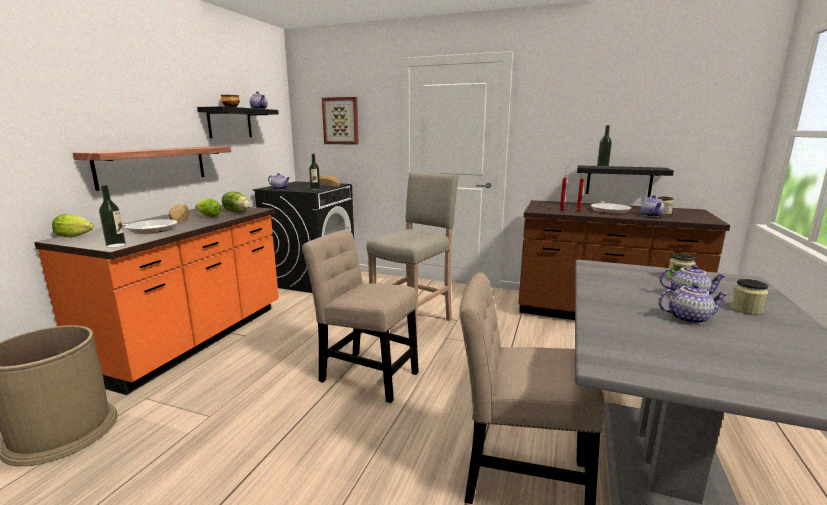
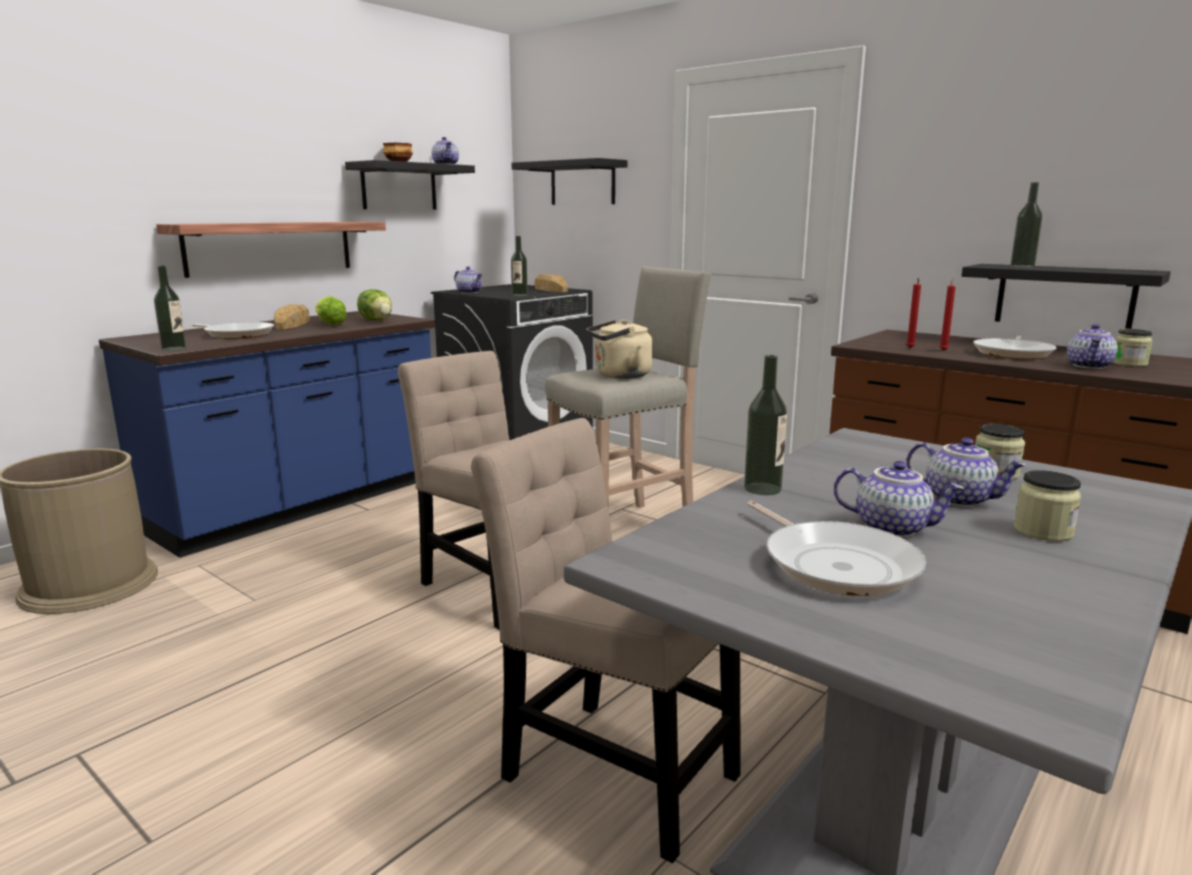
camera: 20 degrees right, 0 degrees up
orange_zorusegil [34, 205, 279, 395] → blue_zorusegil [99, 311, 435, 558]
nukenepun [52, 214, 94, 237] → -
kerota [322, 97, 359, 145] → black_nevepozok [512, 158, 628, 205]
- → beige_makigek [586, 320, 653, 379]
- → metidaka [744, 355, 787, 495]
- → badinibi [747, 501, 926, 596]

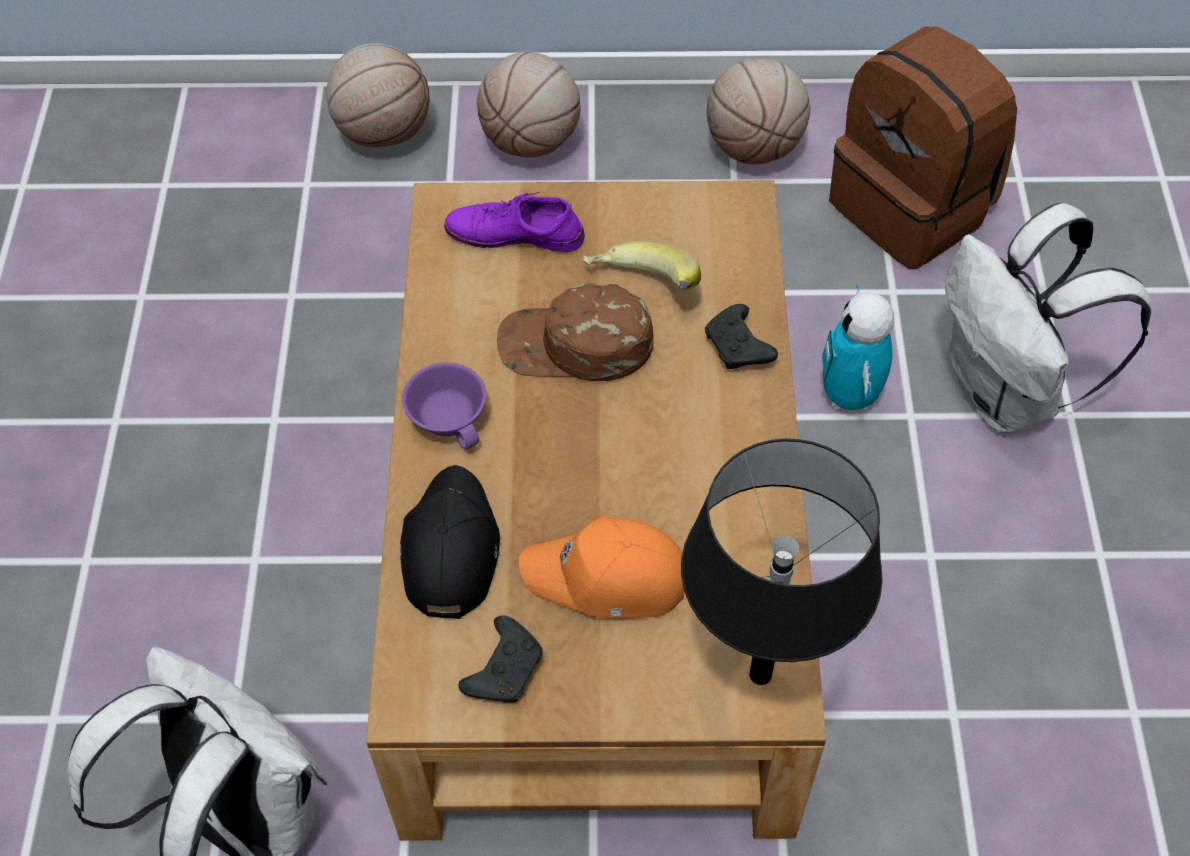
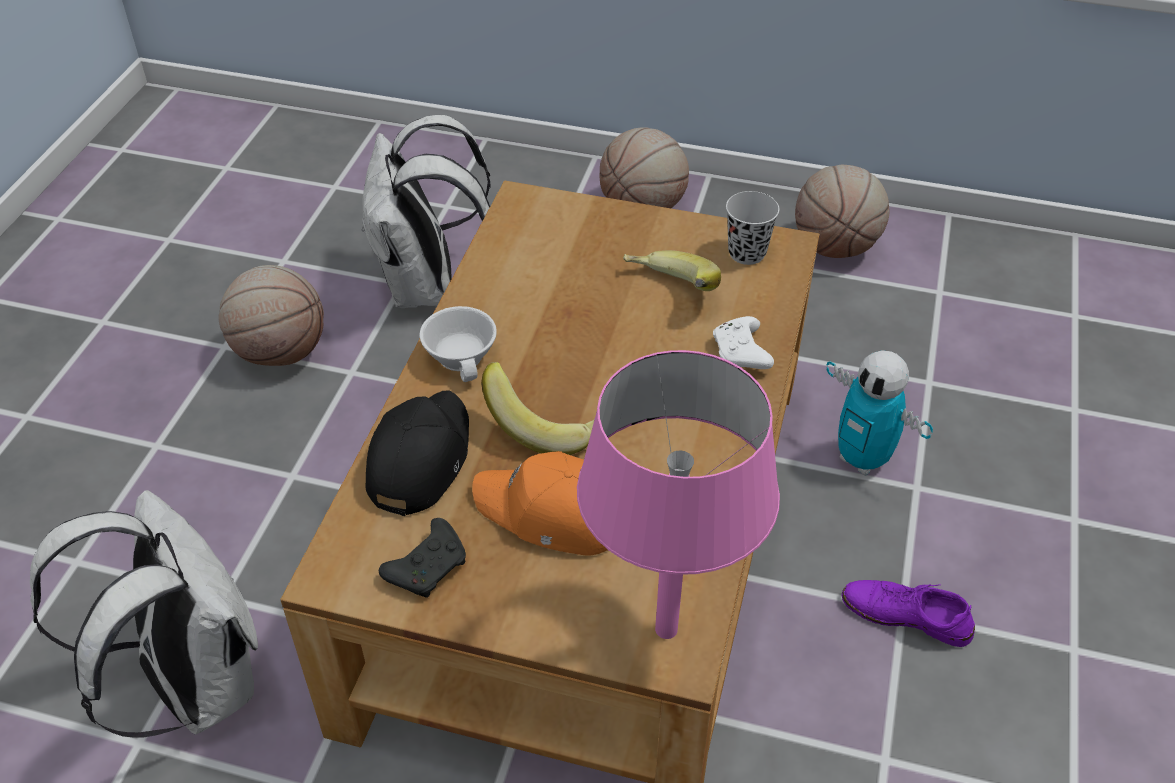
camera: 15 degrees right, 10 degrees down
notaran [326, 43, 430, 147] → notaran [218, 265, 324, 366], shifted
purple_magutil [402, 362, 486, 450] → white_magutil [420, 306, 497, 382]
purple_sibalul [444, 192, 585, 252] → purple_sibalul [842, 580, 975, 647], shifted
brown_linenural [497, 283, 654, 381] → -
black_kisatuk [681, 438, 883, 685] → pink_kisatuk [577, 350, 780, 639]
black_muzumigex [705, 304, 778, 369] → white_muzumigex [713, 316, 774, 369]
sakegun [822, 284, 894, 411] → sakegun [826, 350, 933, 476], 60 degrees counterclockwise
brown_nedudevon [829, 27, 1017, 269] → -
white_nedudevon [945, 203, 1152, 433] → white_nedudevon [361, 115, 491, 308], shifted
- → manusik [481, 362, 595, 455]
- → black_magutil [726, 191, 780, 265]

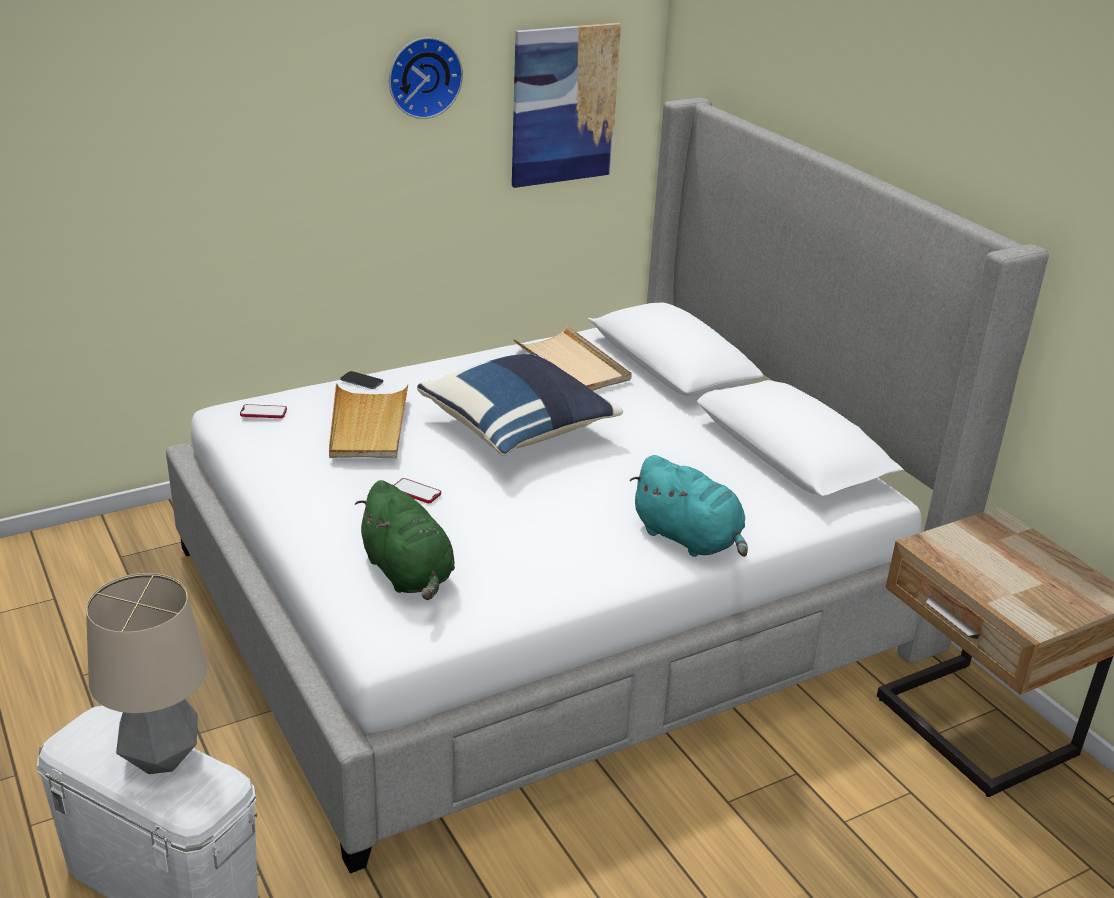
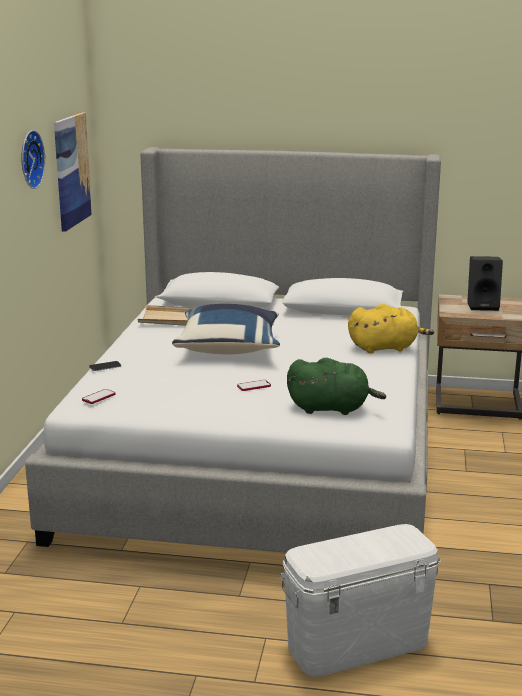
camera: 50 degrees left, 10 degrees down
kisatuk [86, 573, 207, 774] → -
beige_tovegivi [329, 383, 408, 458] → -
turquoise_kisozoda [630, 455, 748, 557] → yellow_kisozoda [348, 304, 434, 353]
- → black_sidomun [467, 256, 503, 311]

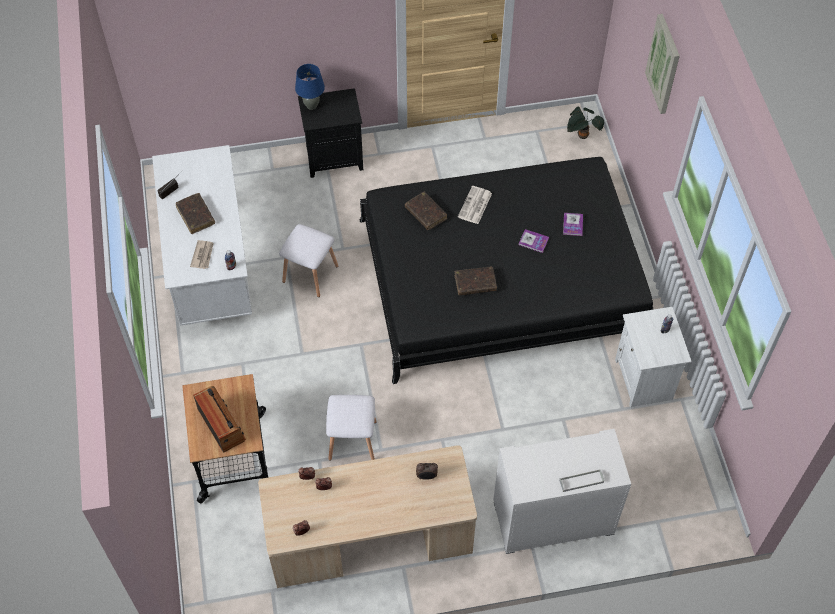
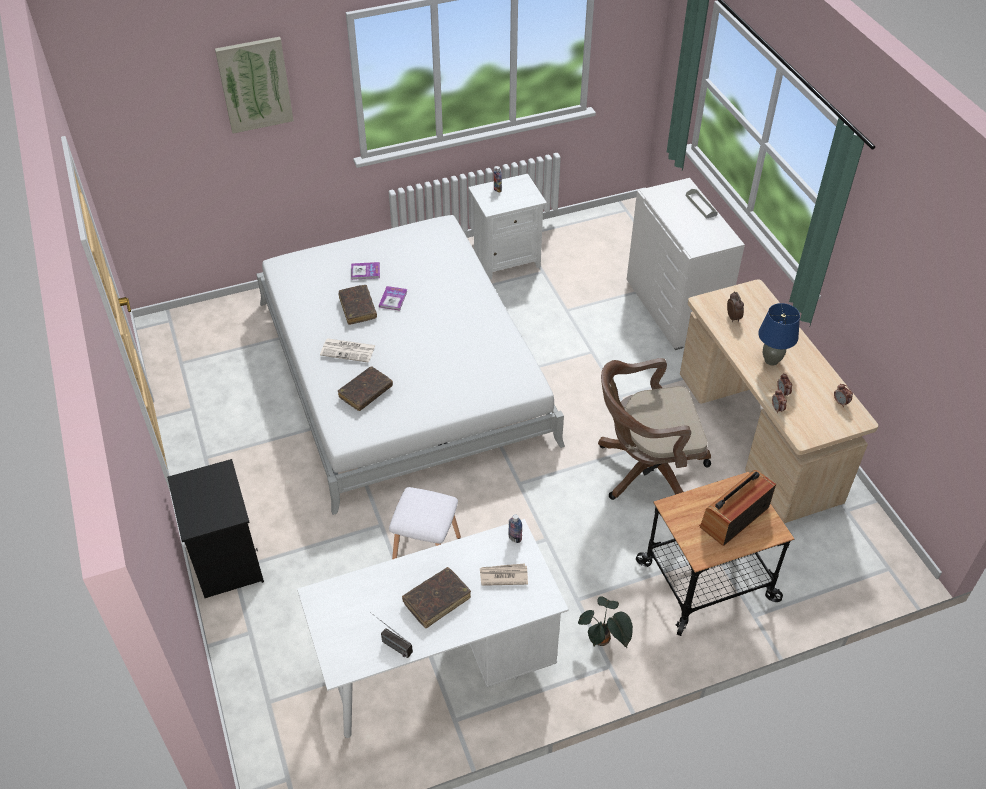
camera: 100 degrees left, 10 degrees down
blue_kisatuk [295, 64, 325, 110] → blue_kisatuk [758, 303, 800, 366], shifted
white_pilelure [326, 395, 377, 461] → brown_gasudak [598, 358, 711, 500]
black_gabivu [360, 157, 654, 384] → white_gabivu [256, 215, 565, 515]
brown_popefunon [455, 267, 497, 295] → brown_popefunon [339, 285, 377, 325], shifted
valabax [567, 106, 604, 139] → valabax [578, 596, 633, 648], shifted

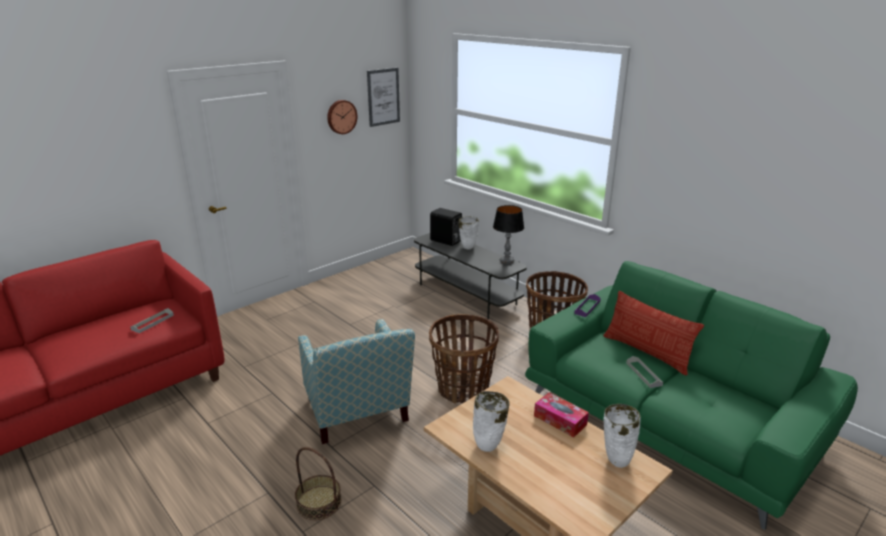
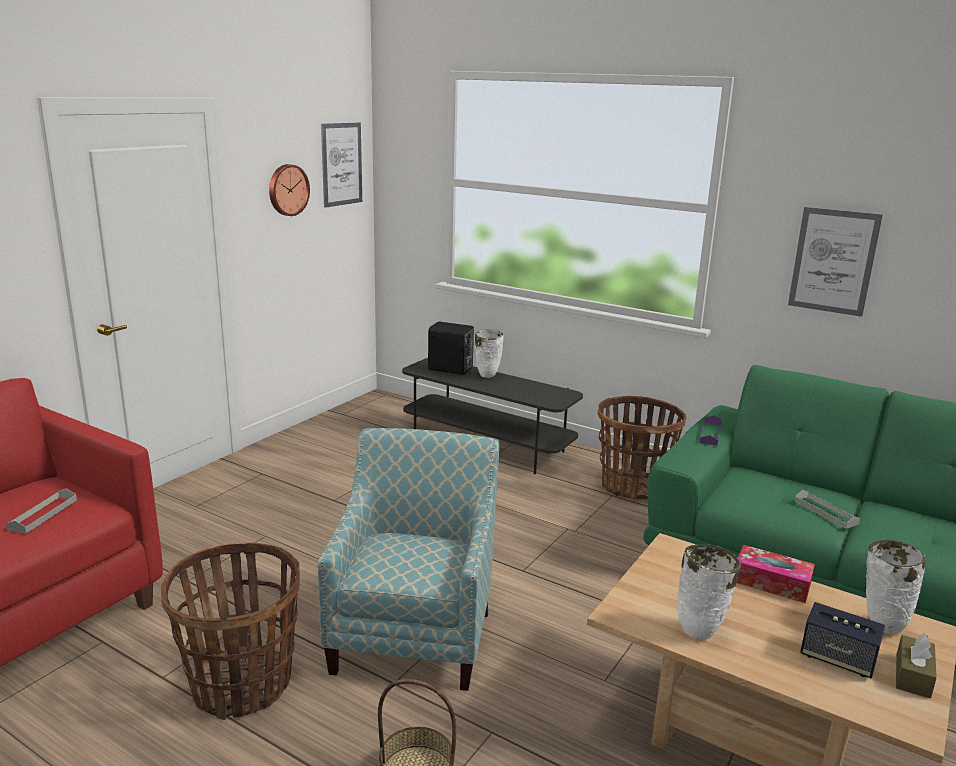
camera: 15 degrees left, 5 degrees down
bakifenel [298, 319, 415, 444] → bakifenel [318, 428, 499, 691], 135 degrees counterclockwise
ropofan [429, 314, 499, 404] → ropofan [161, 543, 300, 720], shifted
kisatuk [493, 205, 524, 264] → -
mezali [603, 291, 704, 376] → -
- → kerota [788, 207, 883, 317]
- → sidomun [800, 602, 885, 678]
- → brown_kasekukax [896, 633, 937, 698]

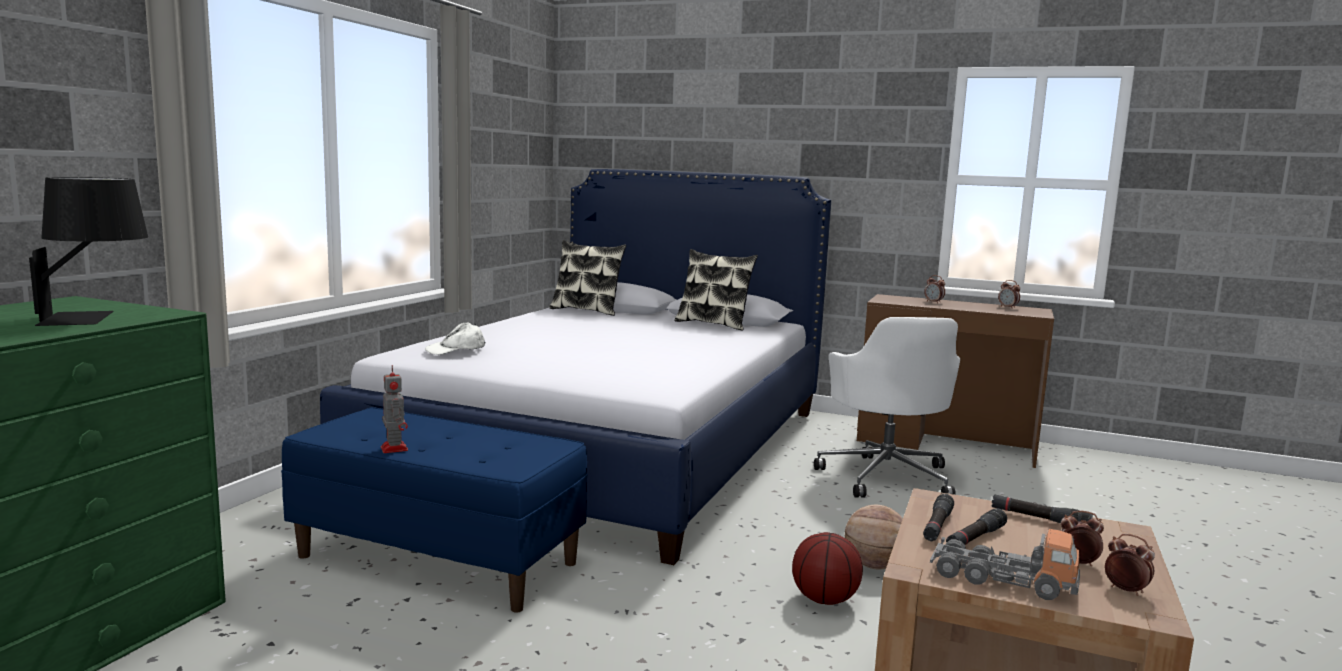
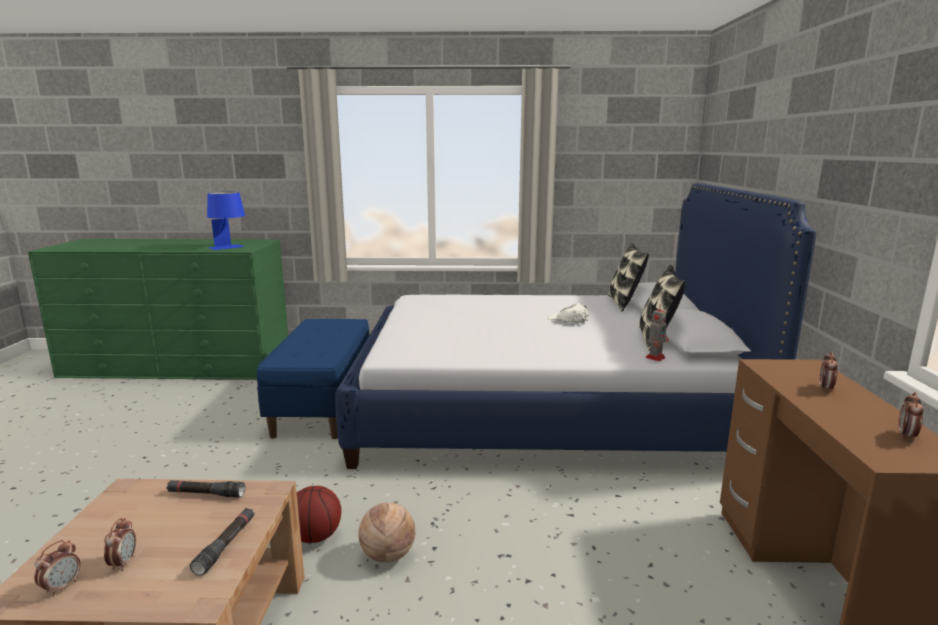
camera: 70 degrees right, 5 degrees up
black_kisatuk [29, 177, 148, 326] → blue_kisatuk [207, 192, 245, 250]
sakegun [381, 365, 408, 453] → sakegun [645, 304, 669, 361], shifted
white_linenural [425, 323, 485, 355] → white_linenural [547, 303, 589, 323], shifted
white_gasudak [814, 317, 960, 498] → -
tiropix [930, 529, 1080, 600] → -
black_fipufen [946, 508, 1007, 545] → -

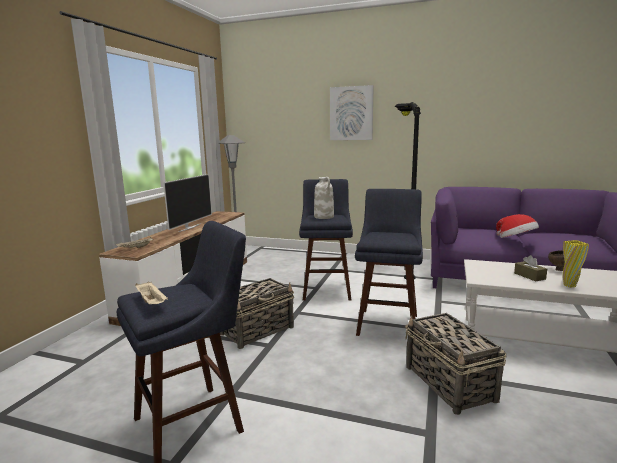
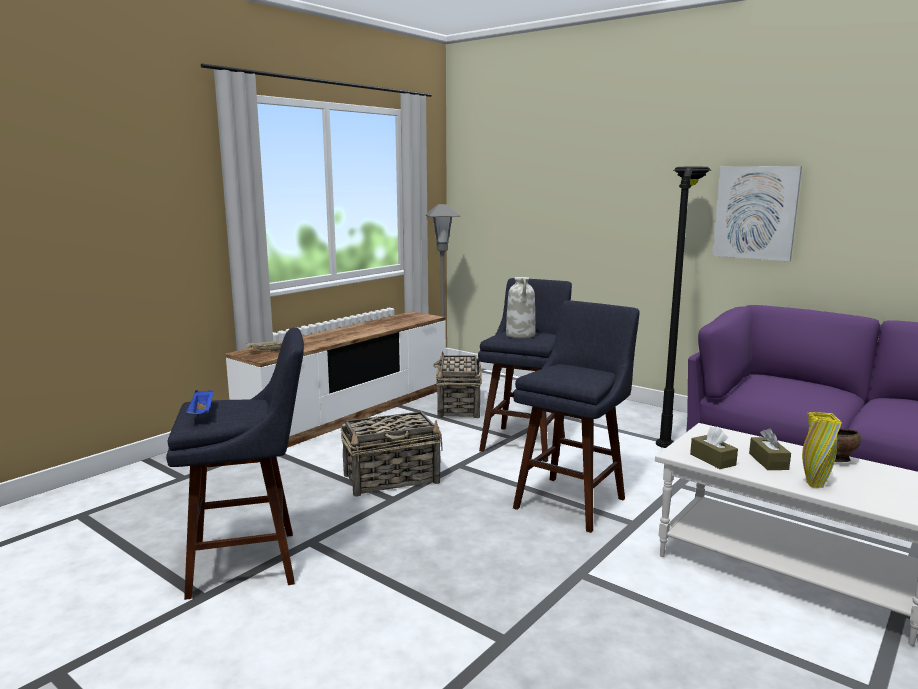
camera: 20 degrees right, 0 degrees up
beige_tovegivi [135, 282, 168, 305] → blue_tovegivi [186, 390, 213, 414]
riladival [163, 174, 212, 232] → -
kerota [330, 85, 374, 140] → kerota [712, 166, 802, 262], shifted
ropofan [405, 313, 506, 415] → ropofan [433, 351, 482, 418], shifted
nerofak [496, 214, 539, 238] → -
- → brown_kasekukax [690, 426, 738, 469]

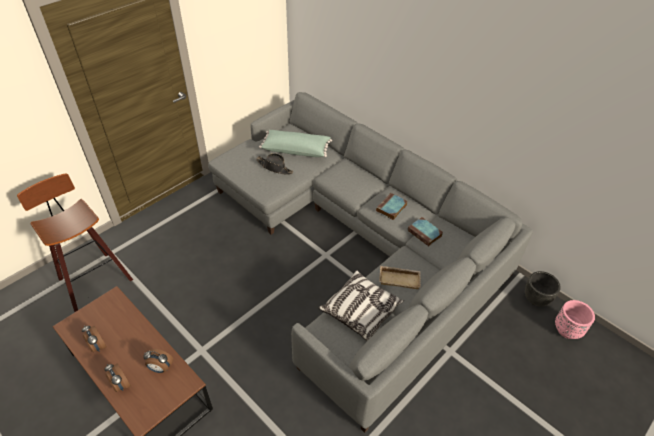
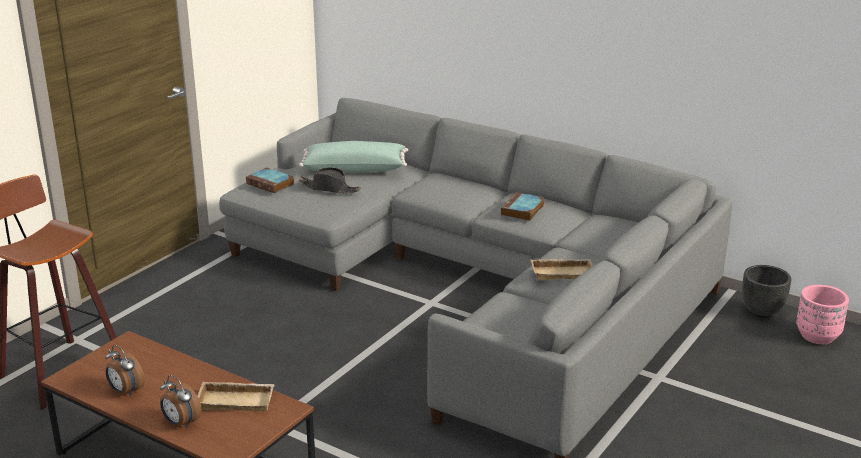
camera: 10 degrees left, 20 degrees down
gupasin [143, 349, 173, 373] → beige_tovegivi [197, 382, 275, 411]
mezali [318, 270, 404, 341] → -
popefunon [408, 217, 443, 246] → popefunon [246, 167, 294, 193], shifted

